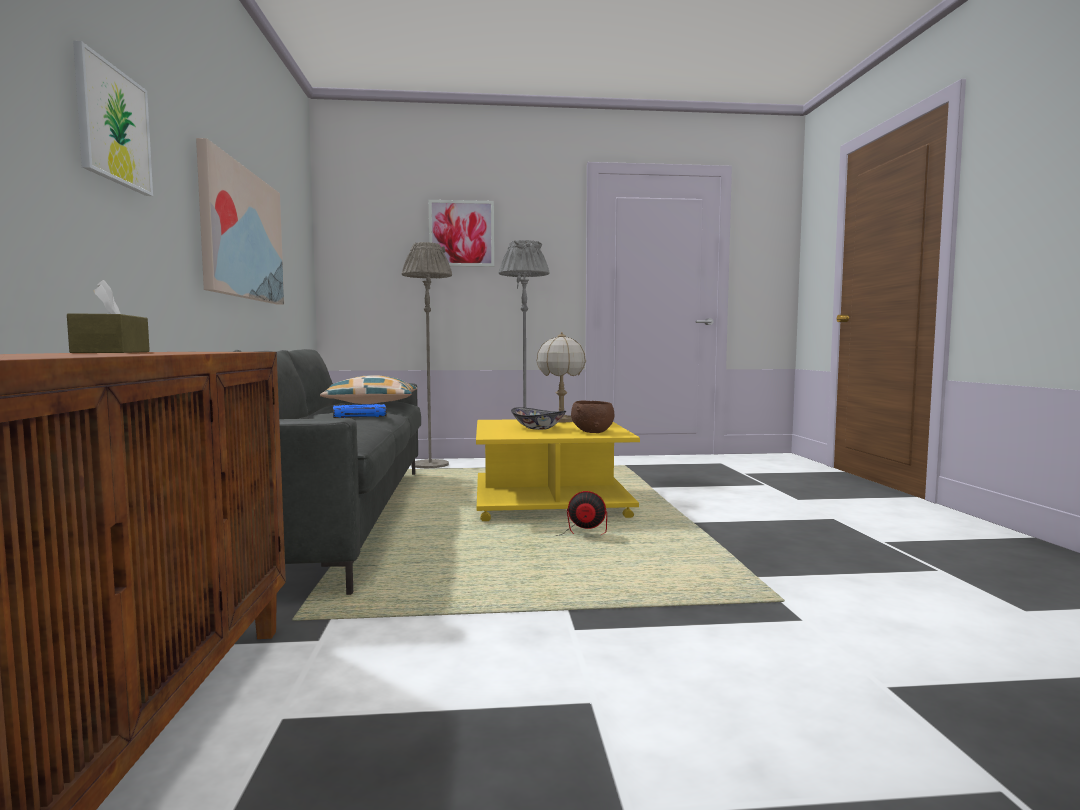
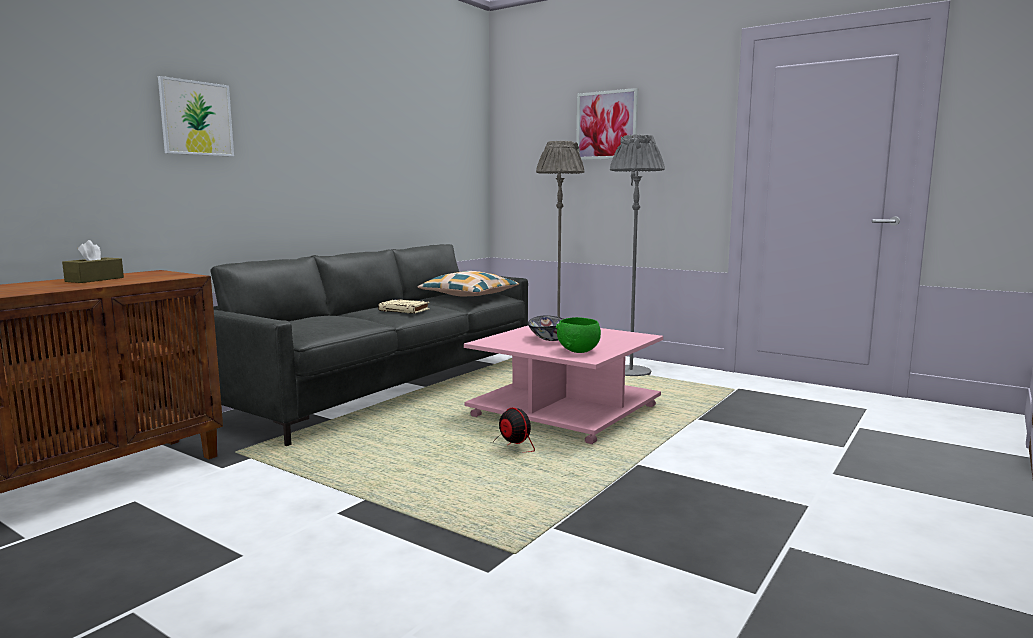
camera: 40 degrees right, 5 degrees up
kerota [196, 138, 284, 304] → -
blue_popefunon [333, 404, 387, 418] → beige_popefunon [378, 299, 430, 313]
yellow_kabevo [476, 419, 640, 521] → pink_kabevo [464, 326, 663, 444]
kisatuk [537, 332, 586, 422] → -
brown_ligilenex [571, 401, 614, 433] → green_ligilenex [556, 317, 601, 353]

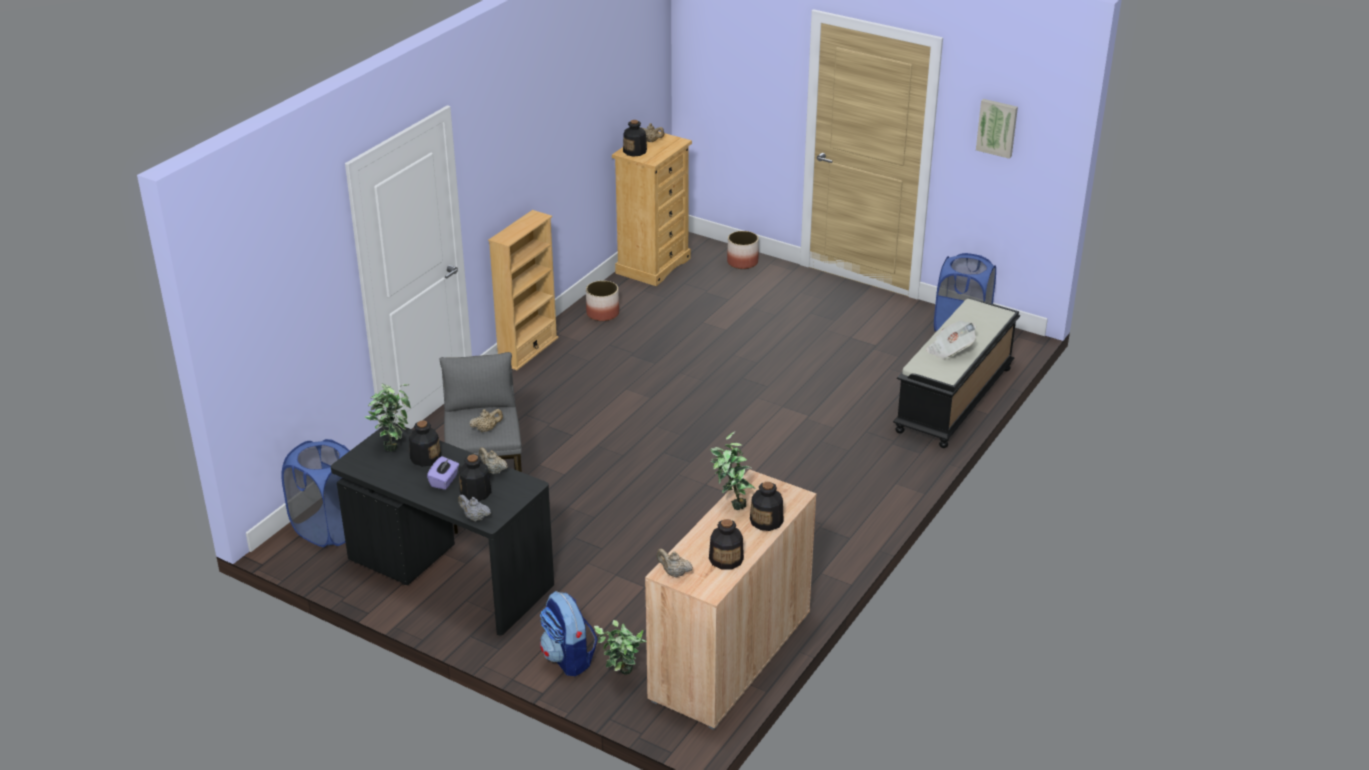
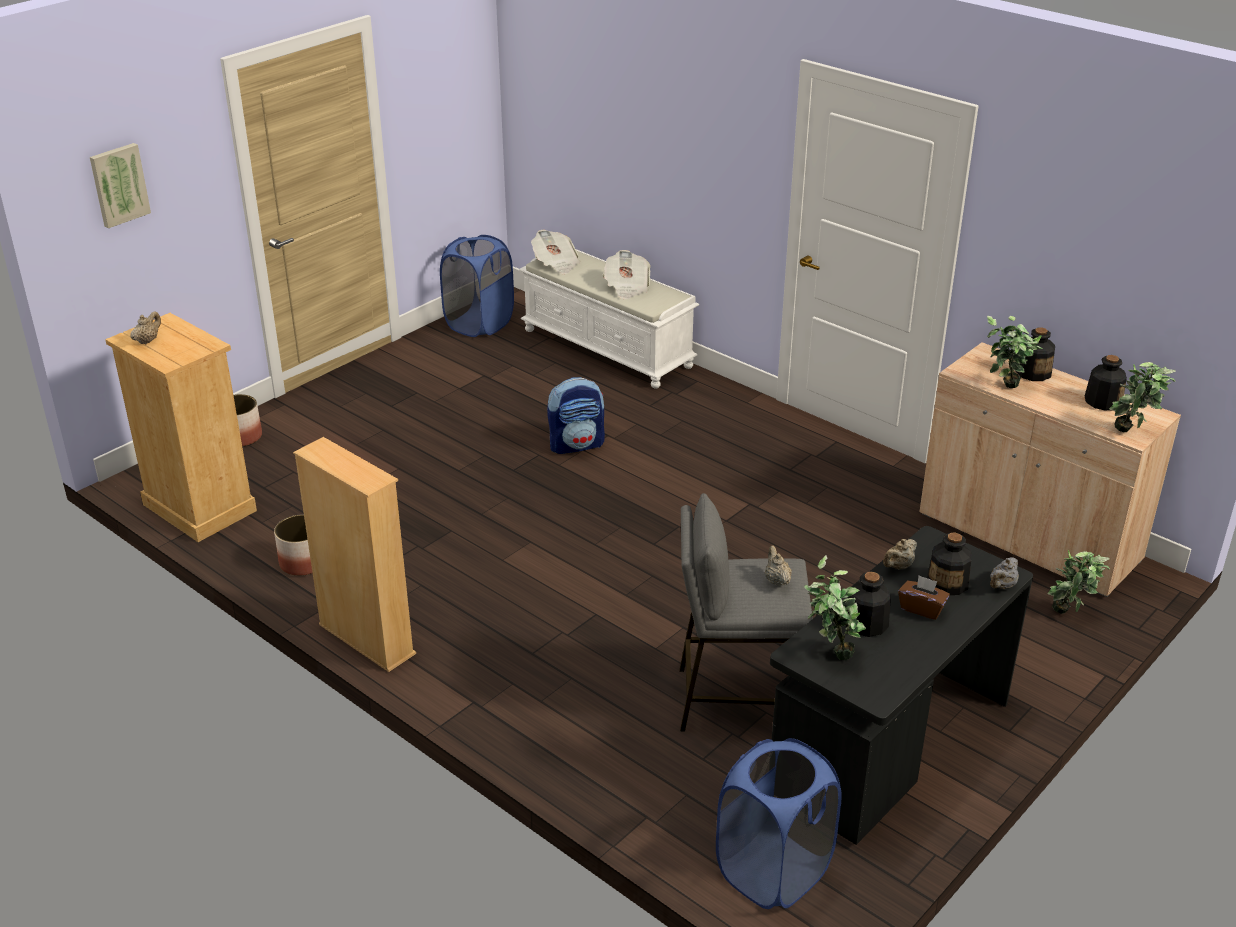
camera: 80 degrees left, 0 degrees up
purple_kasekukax [427, 456, 459, 490] → brown_kasekukax [898, 575, 950, 620]
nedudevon [540, 591, 597, 676] → nedudevon [547, 377, 605, 454], shifted
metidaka [623, 120, 647, 157] → -
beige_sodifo [656, 549, 693, 577] → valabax [1109, 362, 1176, 432]
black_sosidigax [893, 299, 1020, 448] → white_sosidigax [519, 249, 699, 389]
kerota [976, 99, 1018, 159] → kerota [90, 143, 151, 228], shifted
- → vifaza [531, 230, 581, 275]

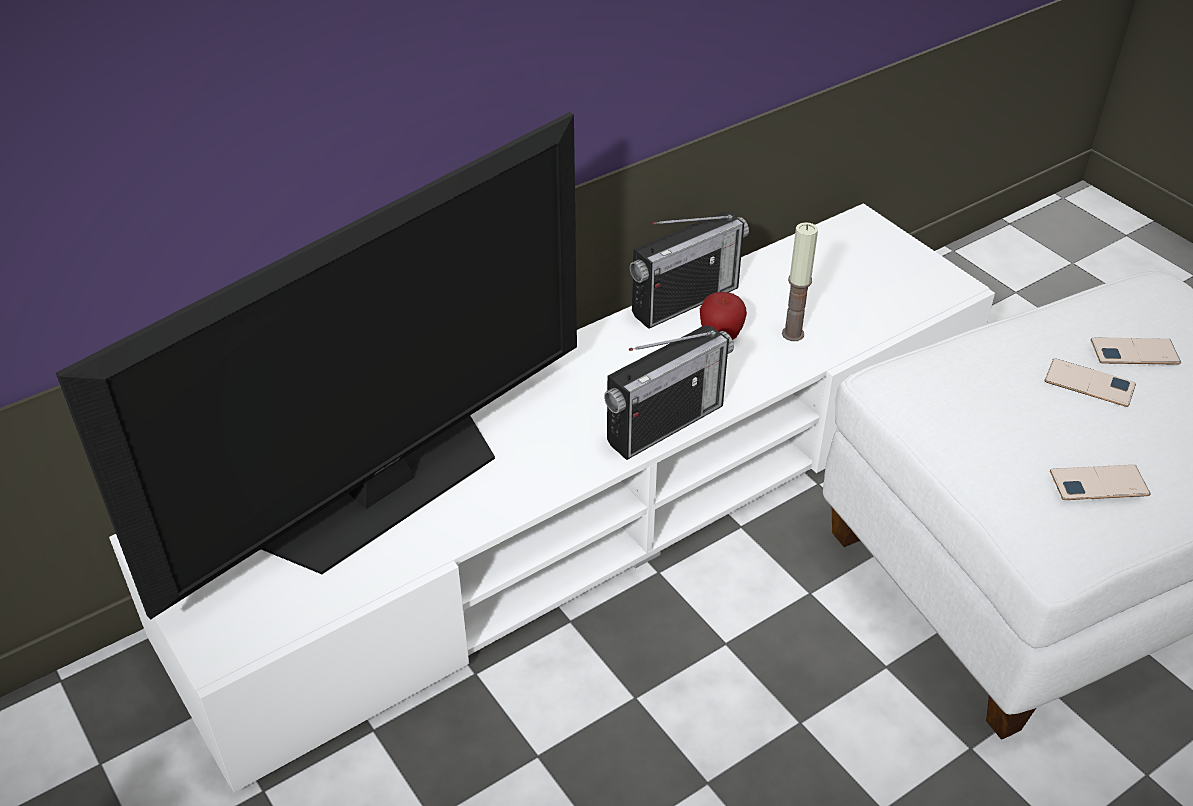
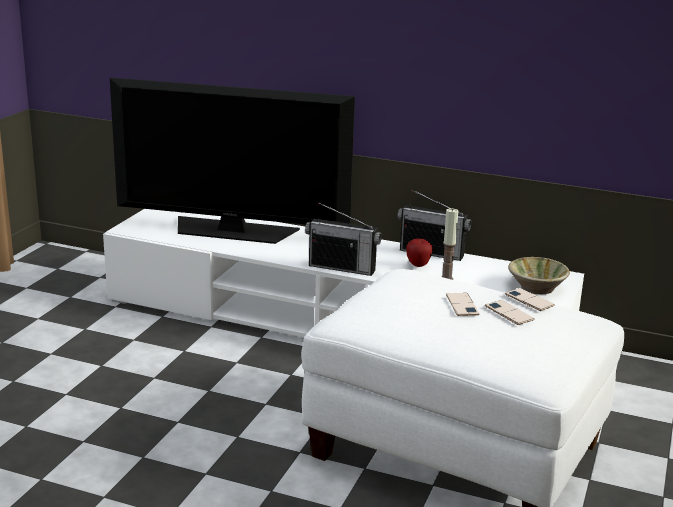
camera: 55 degrees right, 20 degrees down
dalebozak [1050, 465, 1151, 500] → dalebozak [505, 288, 555, 311], shifted
- → beige_ligilenex [508, 257, 570, 294]

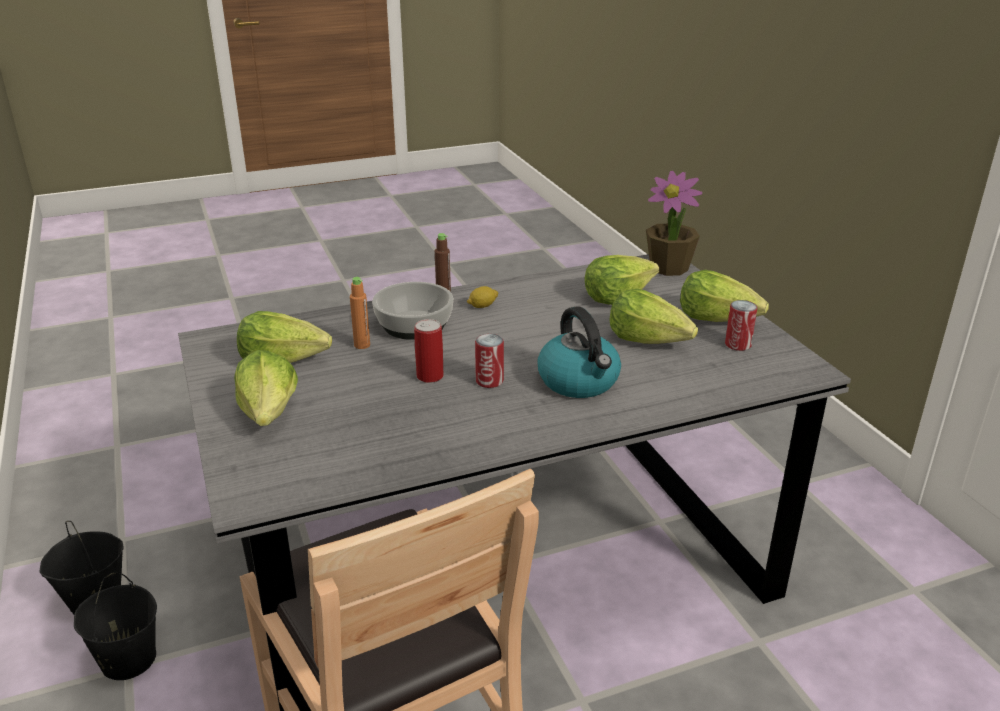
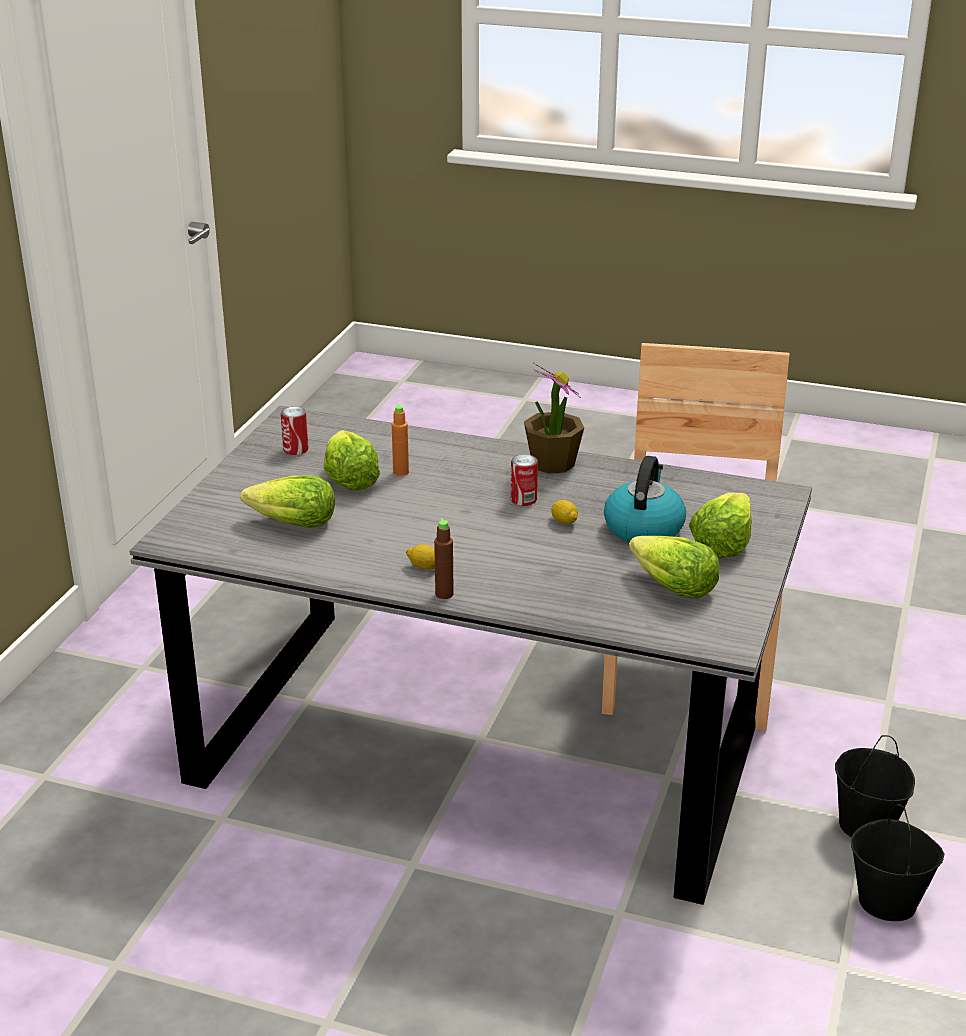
camera: 140 degrees left, 0 degrees up
orange_metidaka [350, 277, 370, 349] → orange_metidaka [392, 404, 409, 476], shifted
ligilenex [372, 282, 453, 340] → -
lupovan [414, 319, 444, 383] → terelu [551, 500, 578, 525]
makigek [537, 306, 621, 398] → makigek [604, 456, 686, 542], shifted
valabax [646, 171, 702, 276] → valabax [524, 363, 584, 474], shifted
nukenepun [680, 270, 769, 322] → -

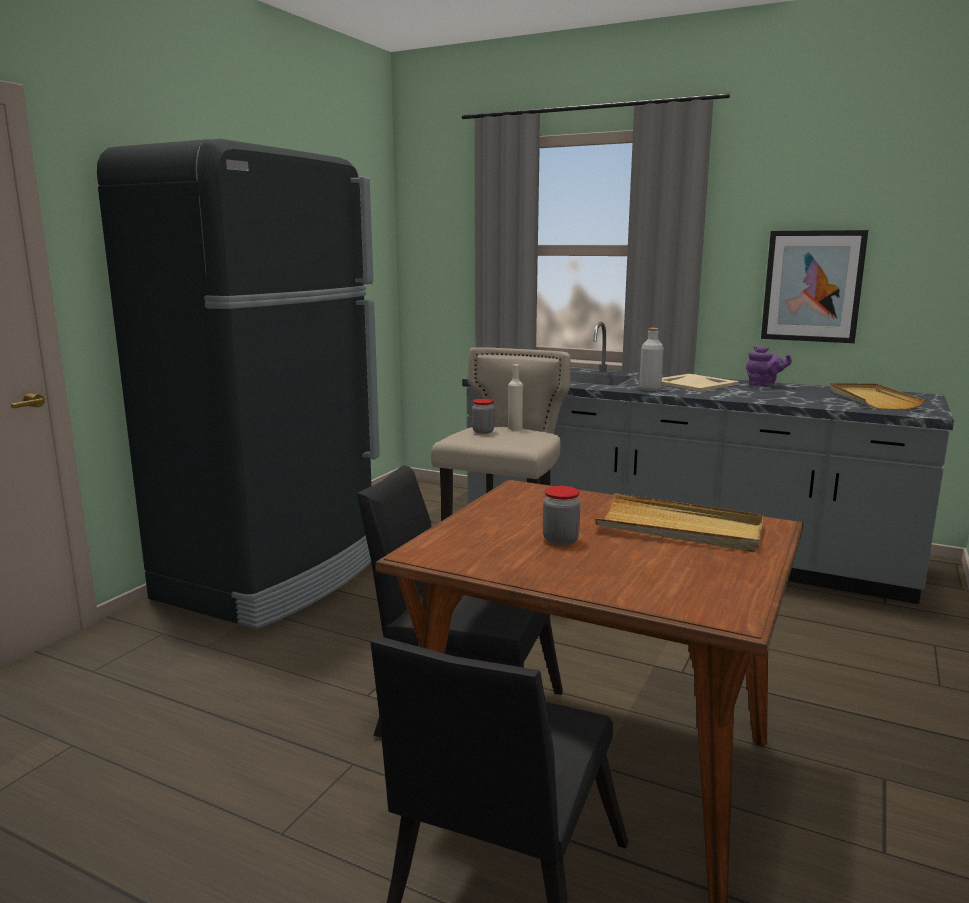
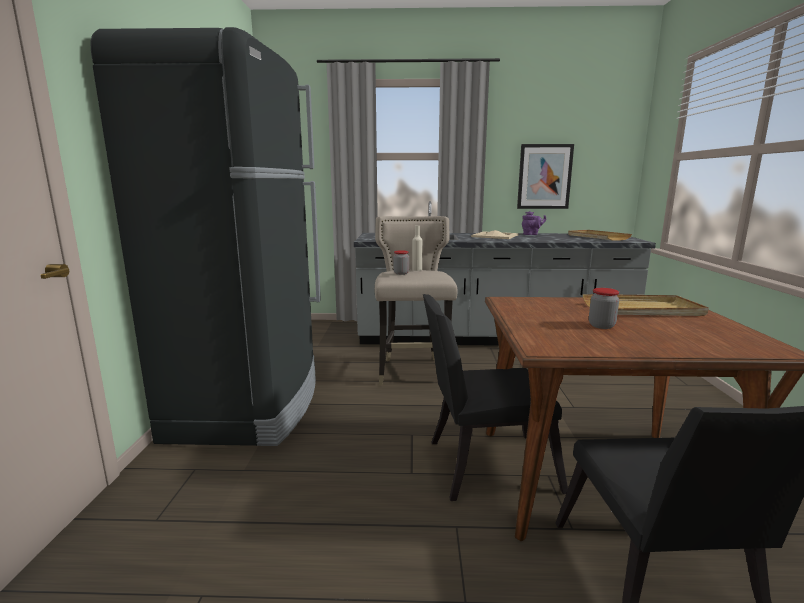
camera: 25 degrees left, 0 degrees up
grey_metidaka [639, 328, 664, 391] → -

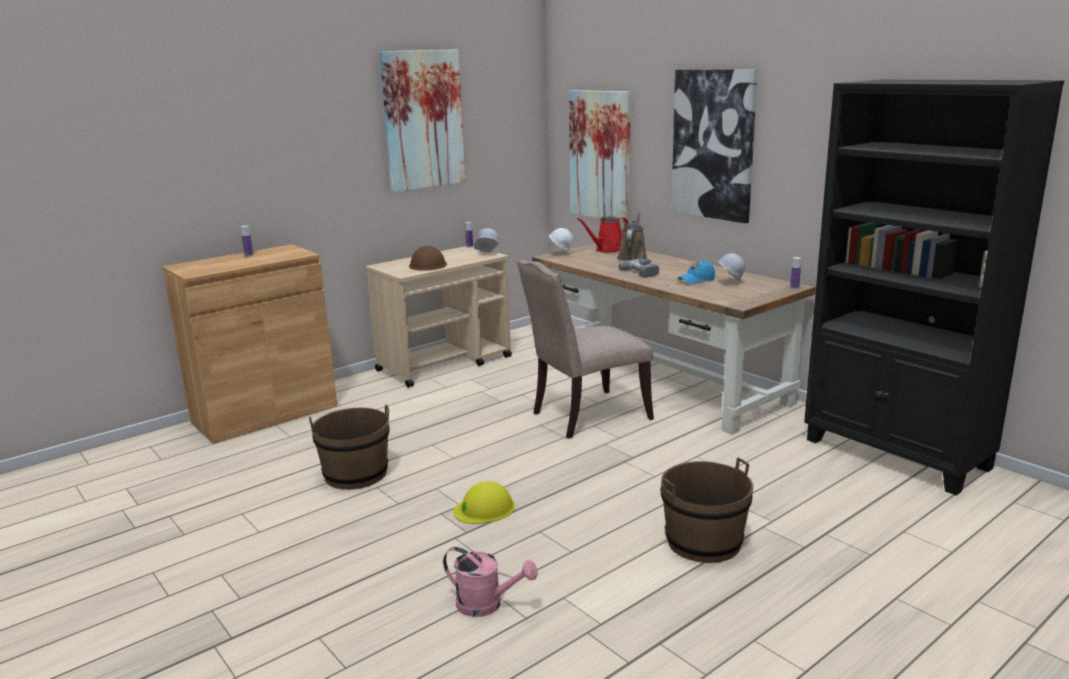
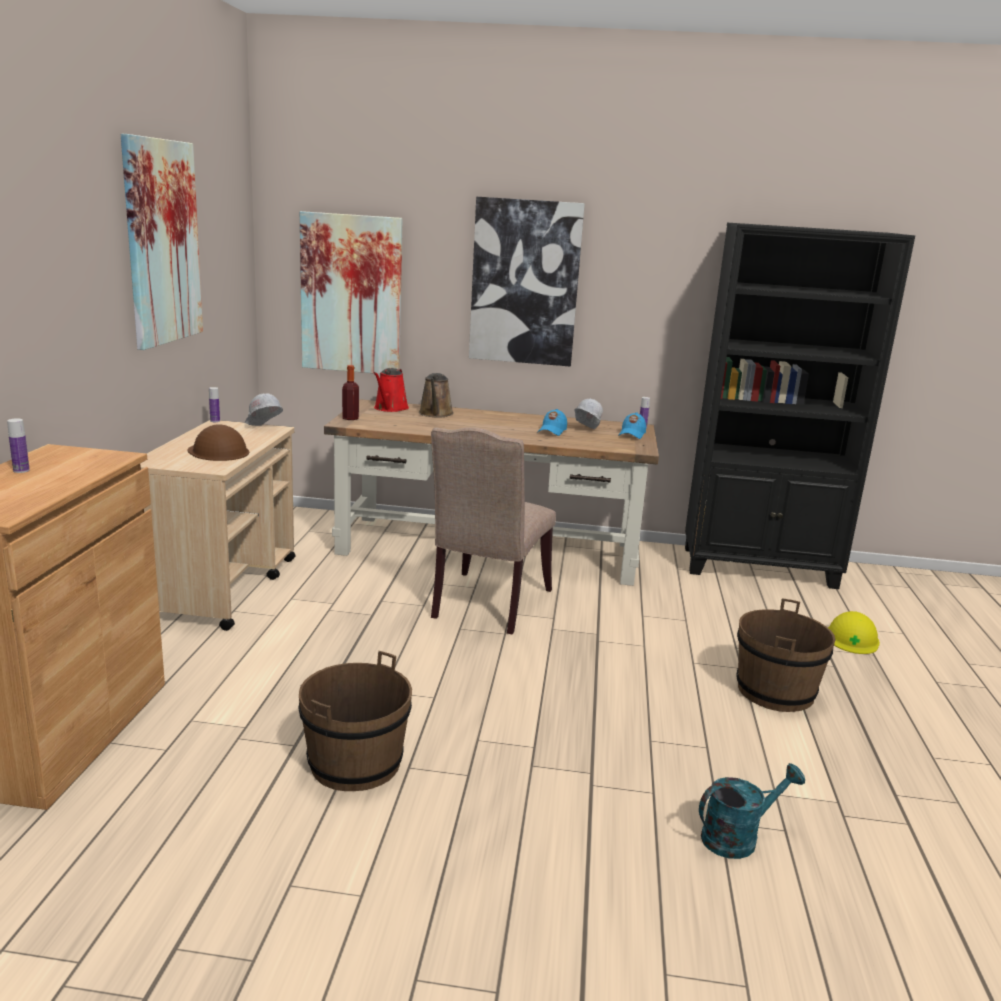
camera: 45 degrees left, 0 degrees up
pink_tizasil [443, 547, 538, 617] → turquoise_tizasil [699, 763, 805, 859]
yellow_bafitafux [453, 481, 515, 524] → yellow_bafitafux [828, 611, 880, 654], shifted
white_bafitafux [549, 228, 574, 254] → metidaka [342, 365, 359, 420]
brown_tizasil [617, 212, 647, 261] → brown_tizasil [419, 373, 454, 418], 150 degrees counterclockwise
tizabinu [618, 259, 659, 278] → -
- → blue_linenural [618, 412, 646, 439]

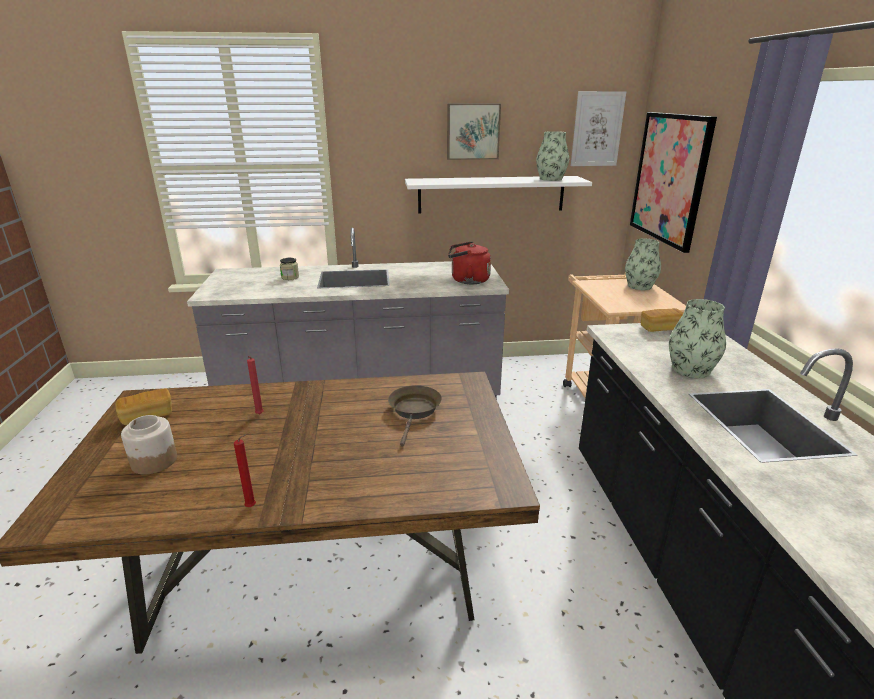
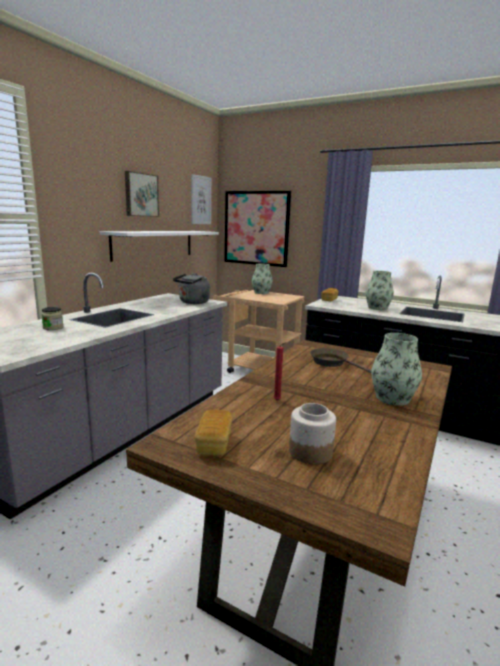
camera: 55 degrees left, 10 degrees down
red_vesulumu [234, 434, 256, 507] → -
red_makigek [448, 241, 491, 284] → grey_makigek [173, 273, 210, 304]
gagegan [536, 131, 569, 181] → gagegan [371, 333, 422, 406], shifted

